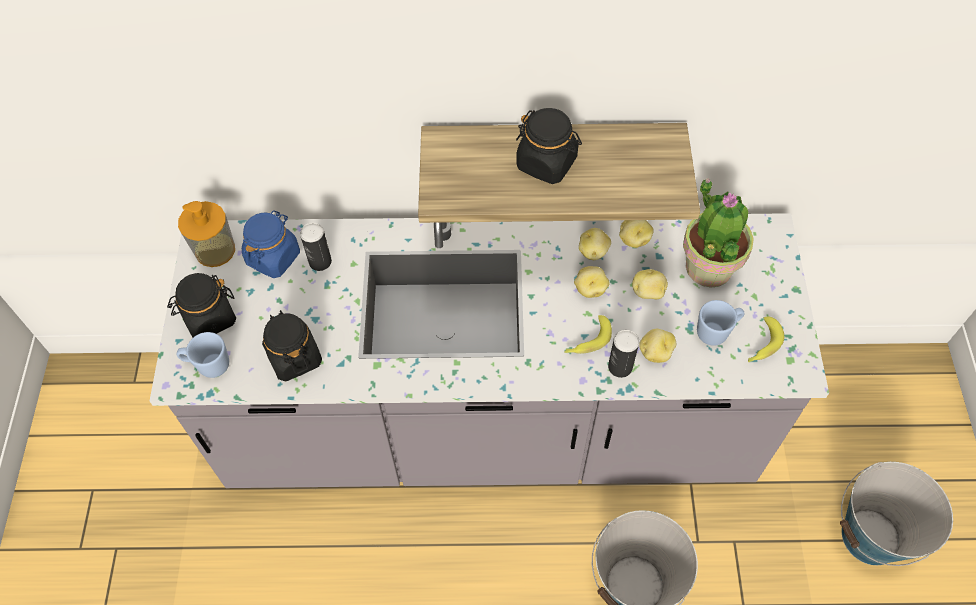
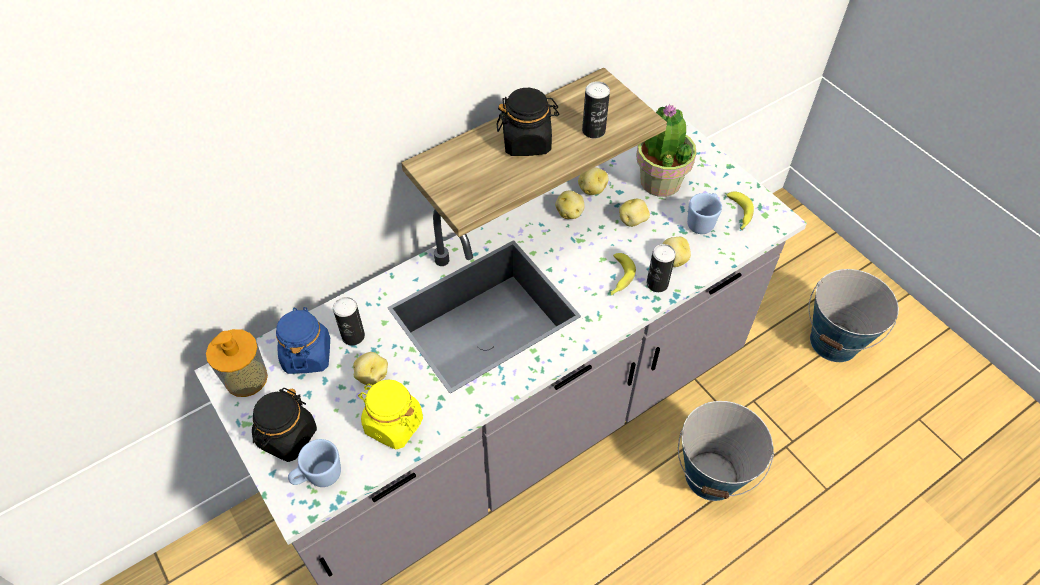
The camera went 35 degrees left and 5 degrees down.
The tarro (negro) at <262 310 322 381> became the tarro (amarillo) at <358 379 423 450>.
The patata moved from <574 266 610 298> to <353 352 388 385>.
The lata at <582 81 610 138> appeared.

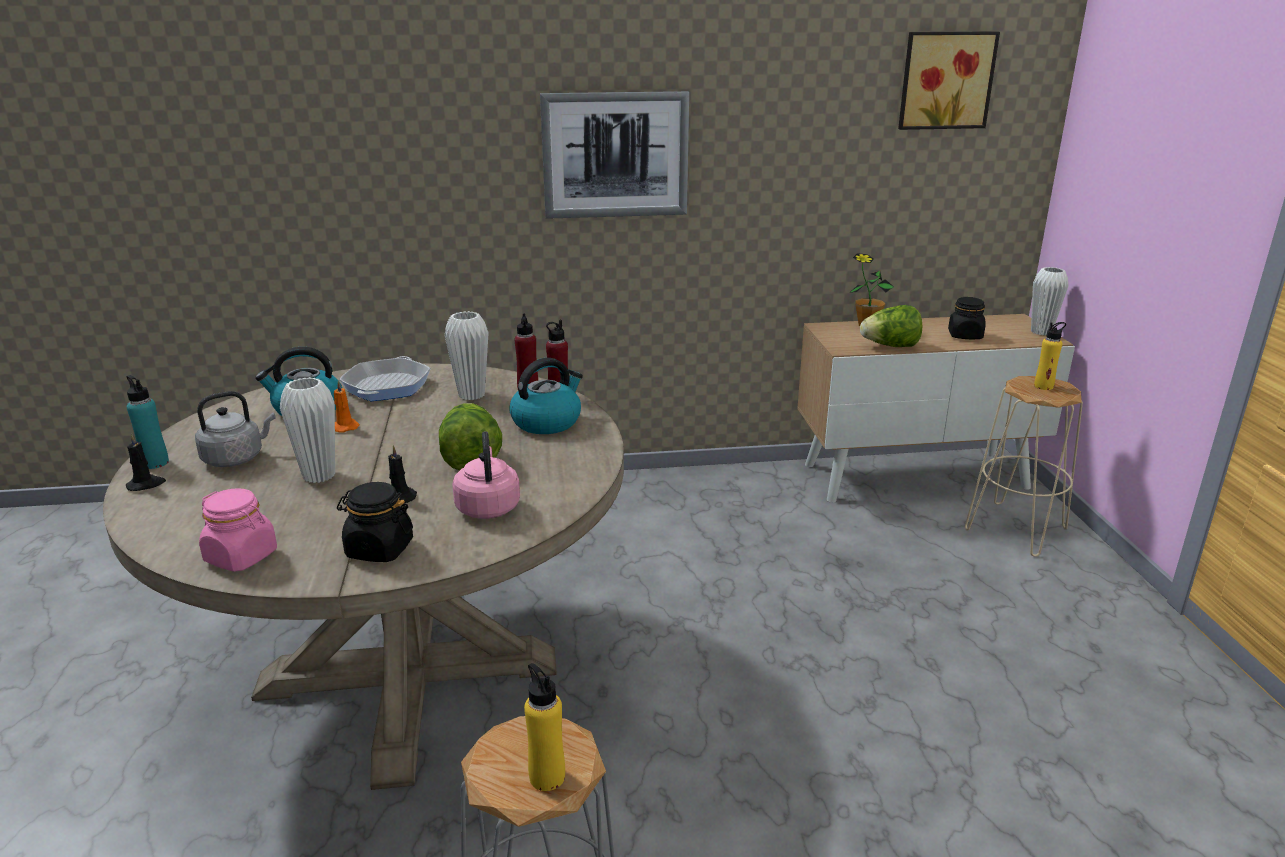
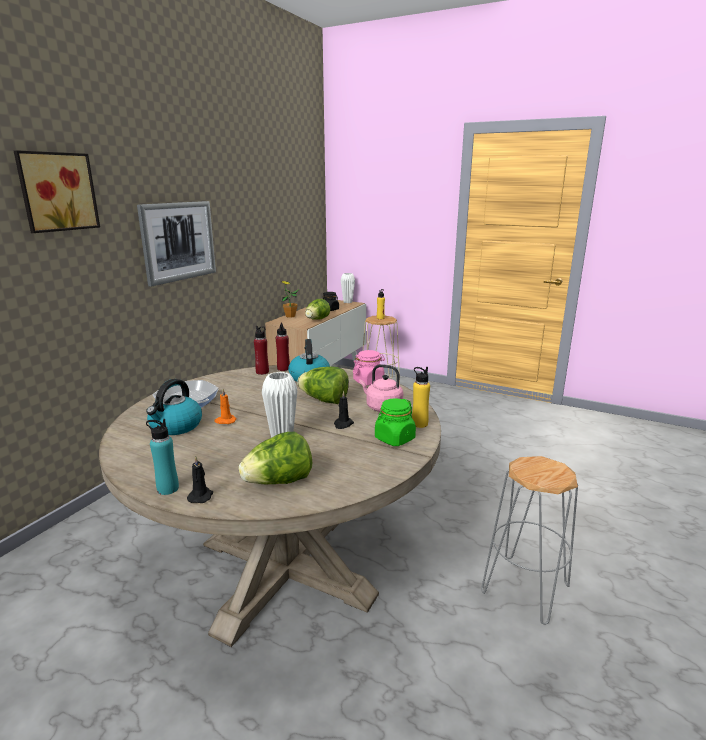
The camera went 55 degrees left and 5 degrees down.
The hervidor (gris) at <195 391 276 467> disappeared.
The tarro (rosa) moved from <199 488 277 572> to <353 350 385 386>.
The tarro (negro) at <337 482 413 562> became the tarro (verde) at <375 398 416 446>.
The florero (blanco) at <445 311 489 400> disappeared.
The botella (amarillo) moved from <524 663 565 791> to <412 367 430 428>.
The cuadro moved from <898 31 1000 130> to <14 150 100 233>.
The lechuga at <239 432 312 484> appeared.

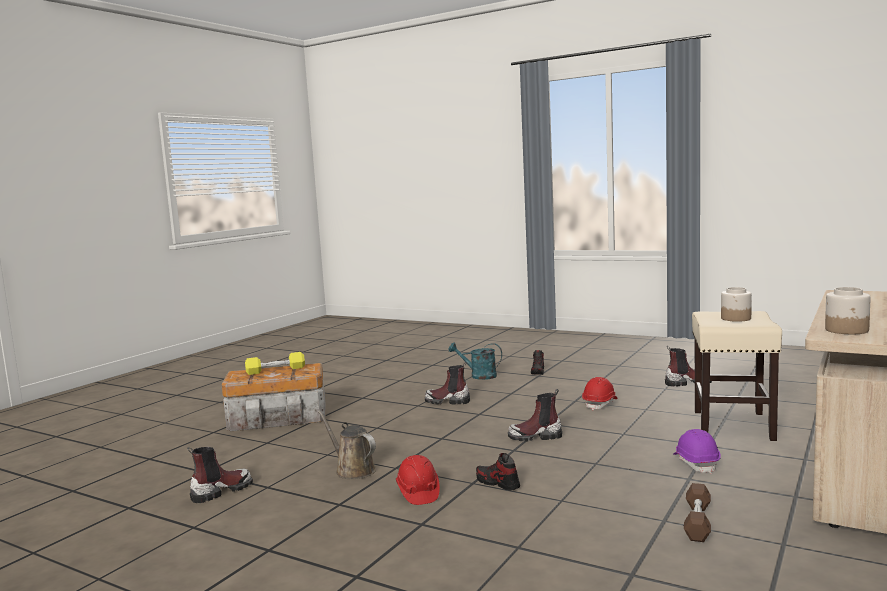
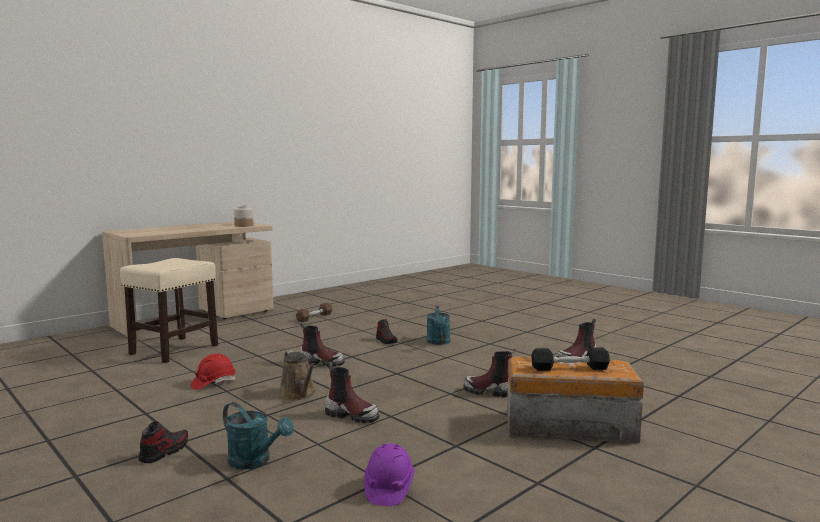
The camera went 165 degrees left and 0 degrees up.
The mancuerna (amarillo) at <245 352 305 375> became the mancuerna (negro) at <531 347 610 371>.
The regadera (marrón) moved from <318 410 376 479> to <279 350 315 400>.
The casco (rojo) at <396 455 440 505> was replaced by the regadera (turquesa) at <427 306 450 345>.
The bota moved from <665 346 712 387> to <463 349 516 397>.
The casco (morado) moved from <674 429 721 474> to <364 443 414 506>.
The tarro at <721 287 752 322> disappeared.

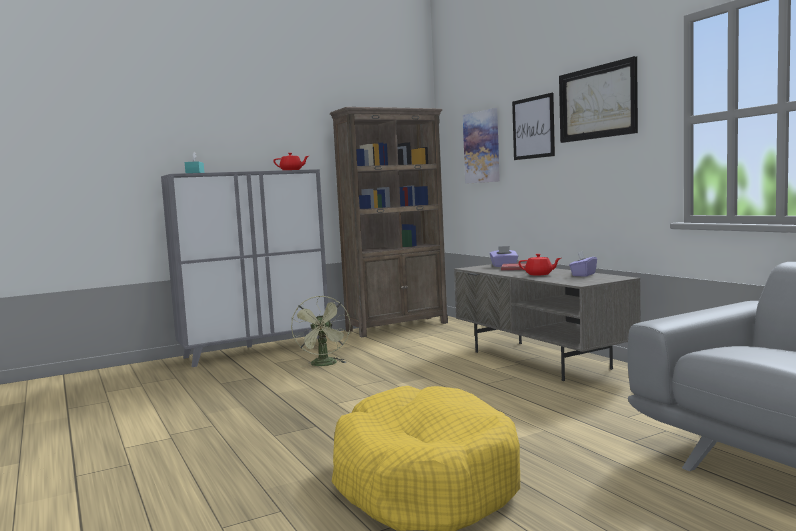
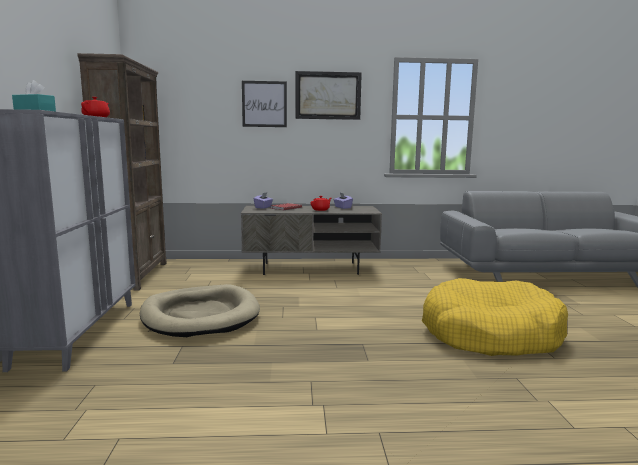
The camera went 65 degrees left and 5 degrees up.
The ventilador (verde) at <291 296 350 367> was replaced by the cama para perro (beis) at <140 284 260 337>.
The cuadro at <463 108 500 184> disappeared.

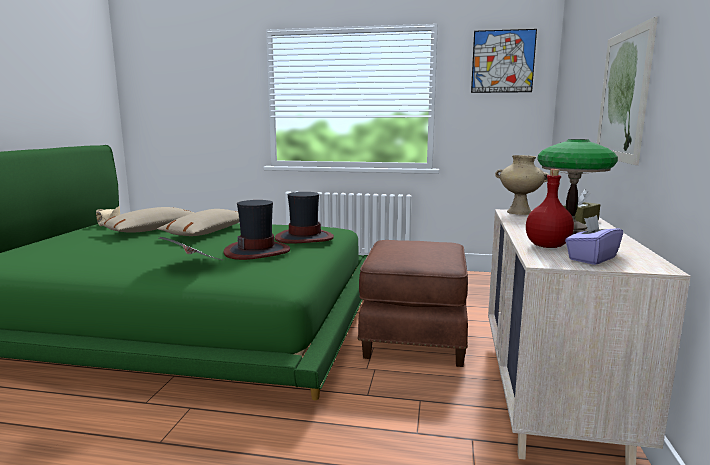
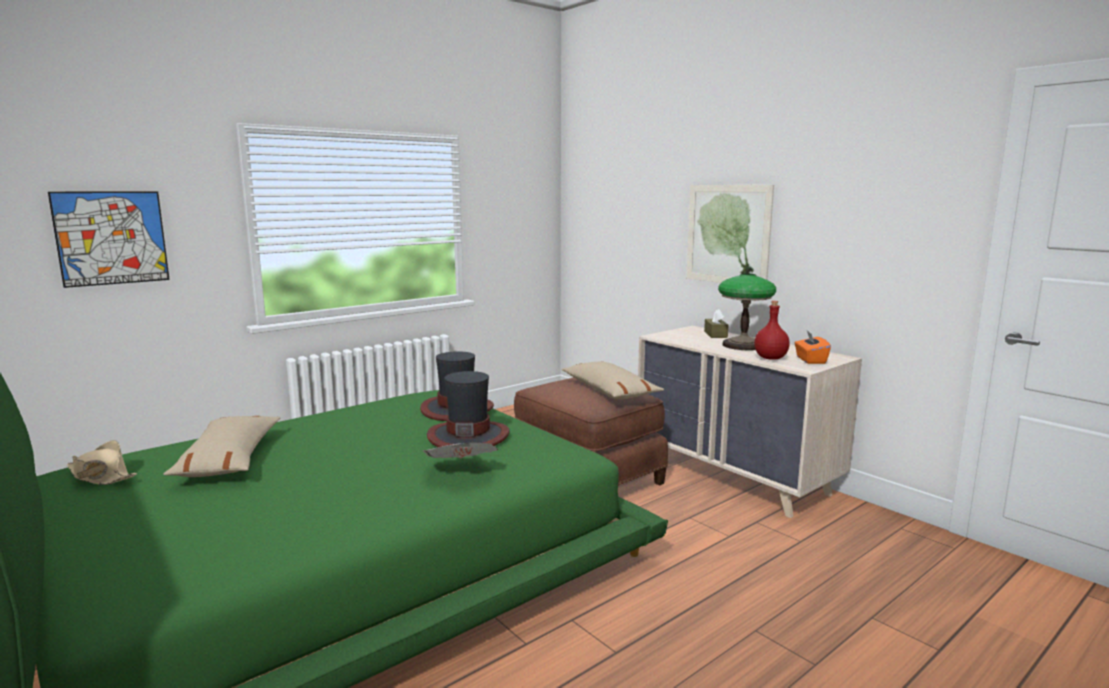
The camera went 50 degrees left and 0 degrees up.
The cojín (beis) moved from <157 209 240 236> to <562 361 664 400>.
The cuadro moved from <471 29 537 93> to <48 191 170 288>.
The florero (beis) at <495 155 550 215> disappeared.
The caja de pañuelos (morado) at <565 215 623 265> became the caja de pañuelos (naranja) at <794 331 831 364>.

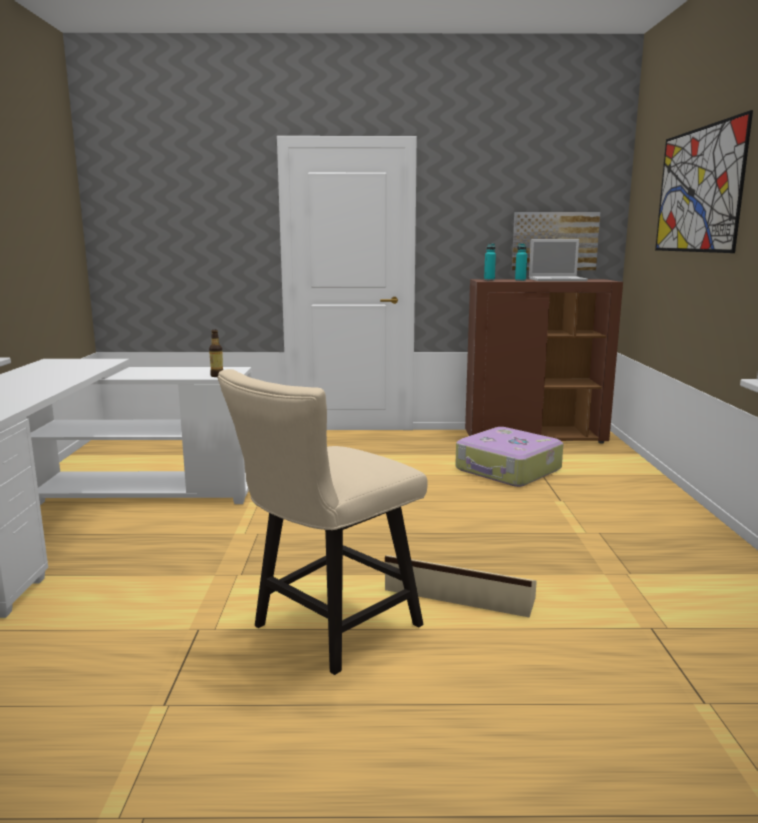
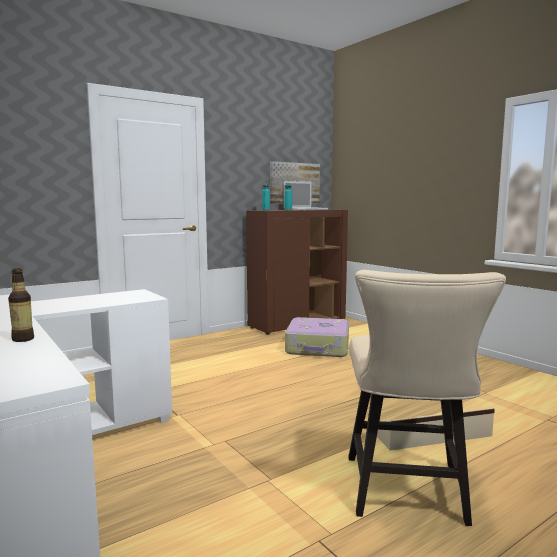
The camera went 35 degrees left and 5 degrees down.
The botella moved from <209 330 223 377> to <8 269 34 342>.
The cuadro at <655 110 753 253> disappeared.

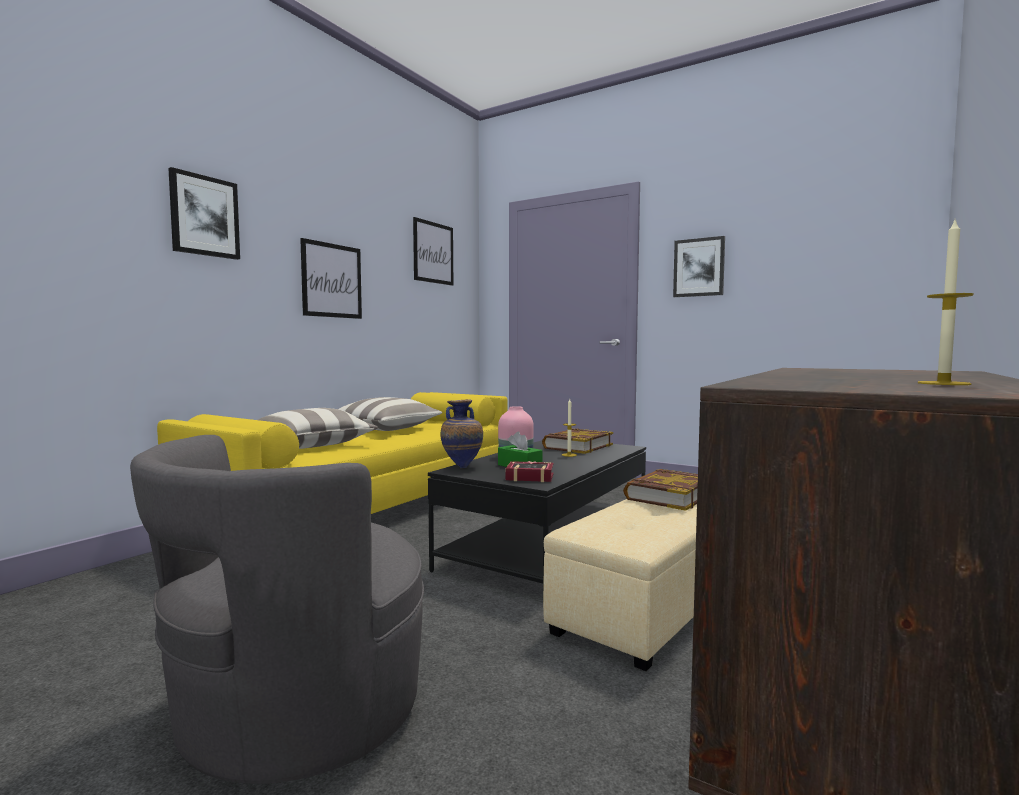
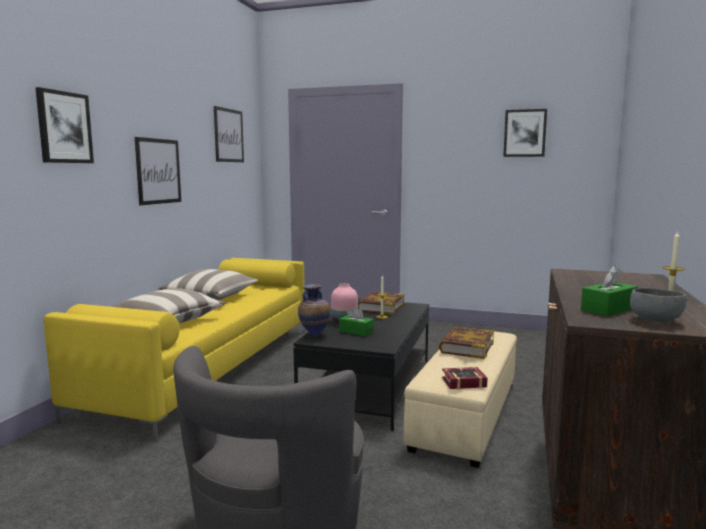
The camera went 15 degrees left and 5 degrees up.
The libro moved from <506 461 554 482> to <442 367 488 389>.
The cuadro moved from <673 236 725 297> to <503 109 547 157>.
The caja de pañuelos (verde) at <581 265 638 316> appeared.
The cuenco (gris) at <630 288 687 322> appeared.

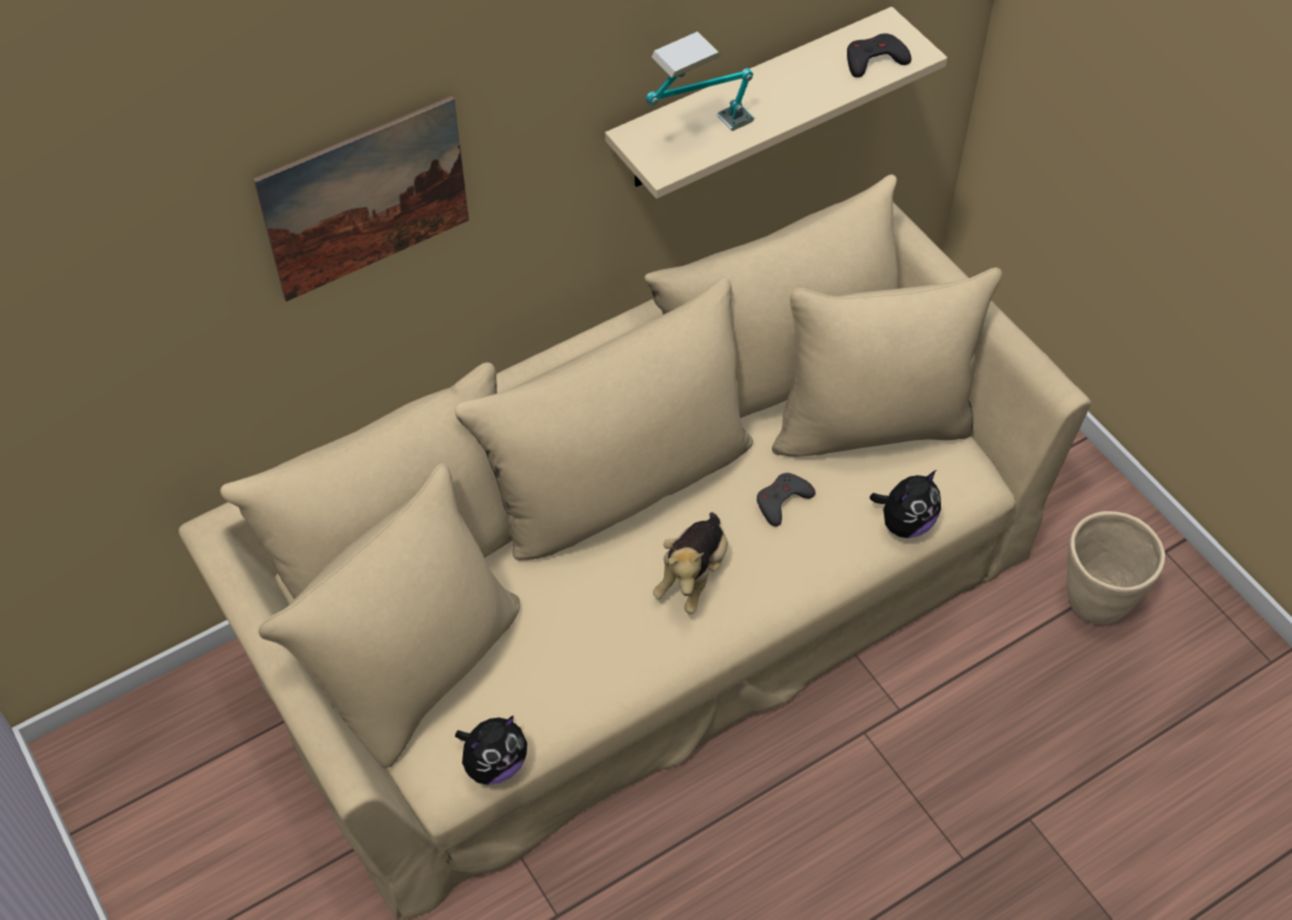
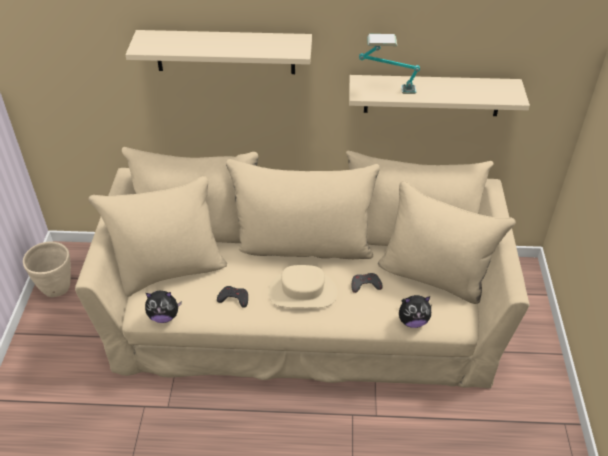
The camera went 35 degrees right and 10 degrees down.
The cuadro at <253 96 469 302> was replaced by the estante (beis) at <125 30 312 74>.
The peluche at <653 512 728 614> was replaced by the sombrero (beis) at <268 265 337 308>.
The mando de consola (negro) moved from <847 33 911 77> to <217 286 248 308>.
The maceta (beis) moved from <1067 511 1165 625> to <23 242 71 297>.

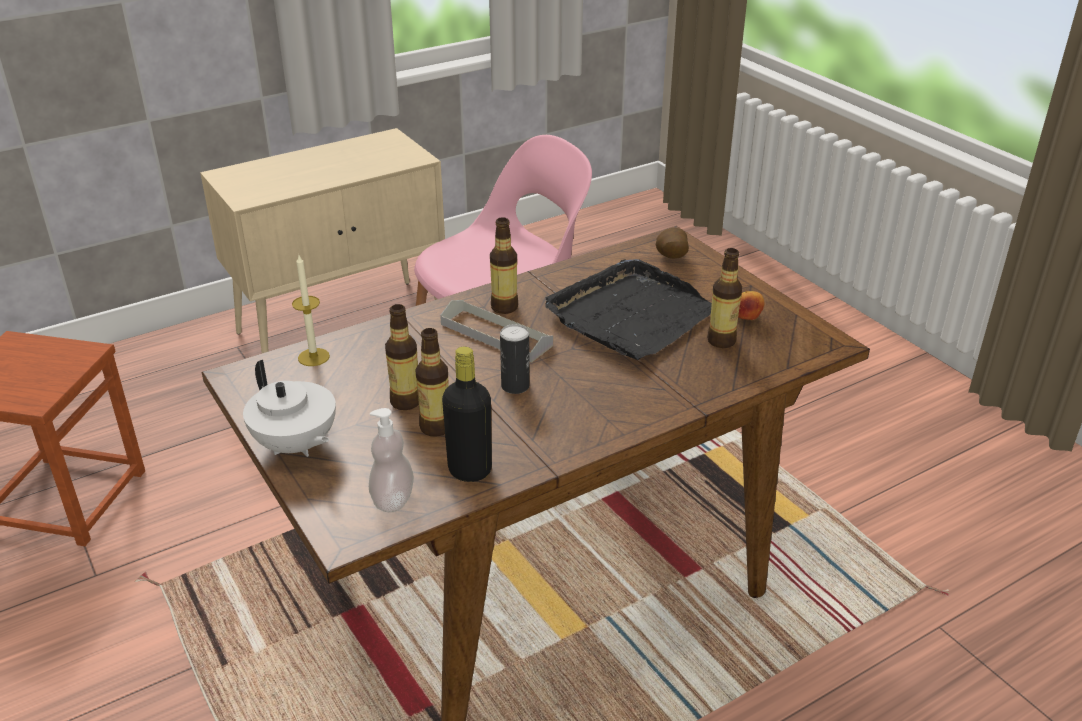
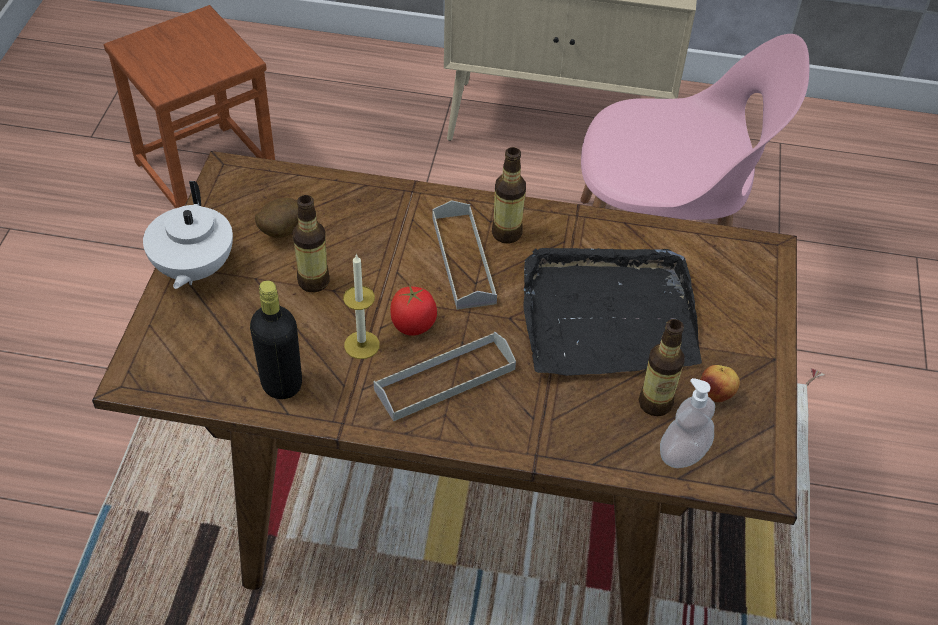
The camera went 40 degrees right and 15 degrees up.
The vela moved from <292 255 330 366> to <343 253 380 359>.
The dispensador de jabón moved from <369 408 414 512> to <660 378 715 468>.
The botella at <415 328 449 436> disappeared.
The lata at <500 324 530 394> was replaced by the tomate at <390 284 437 336>.
The patata moved from <656 228 689 259> to <255 198 298 238>.
The bandeja (gris) at <374 332 516 421> appeared.

